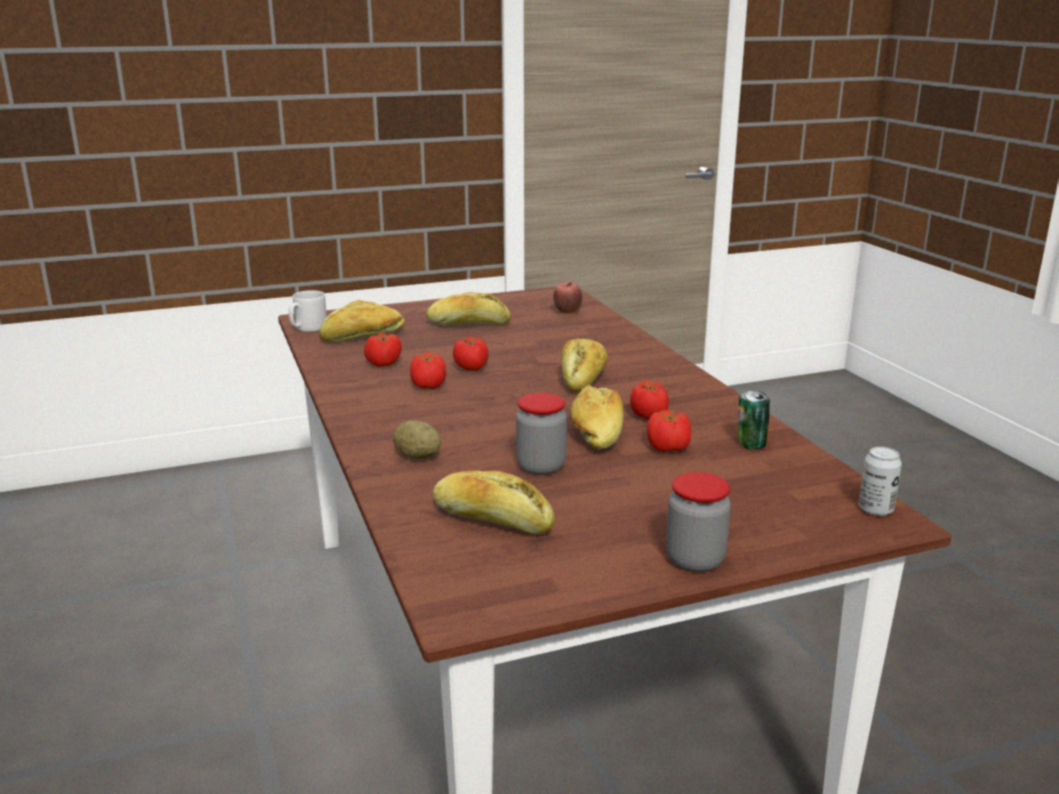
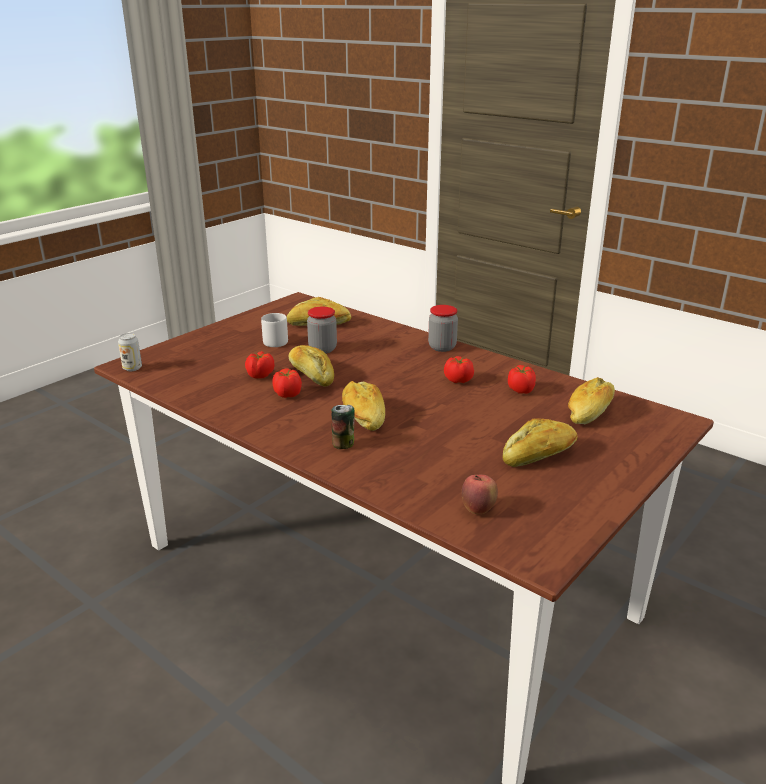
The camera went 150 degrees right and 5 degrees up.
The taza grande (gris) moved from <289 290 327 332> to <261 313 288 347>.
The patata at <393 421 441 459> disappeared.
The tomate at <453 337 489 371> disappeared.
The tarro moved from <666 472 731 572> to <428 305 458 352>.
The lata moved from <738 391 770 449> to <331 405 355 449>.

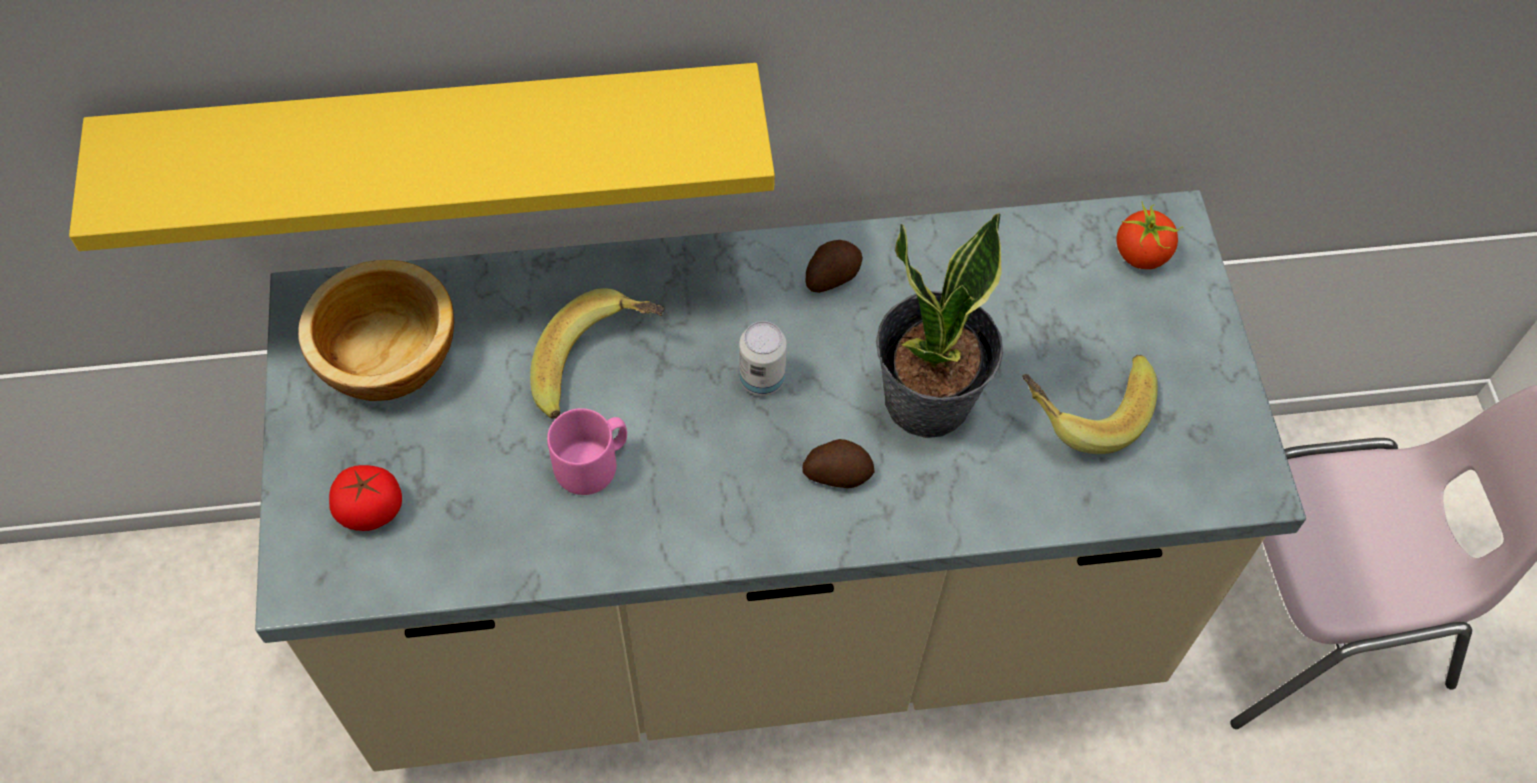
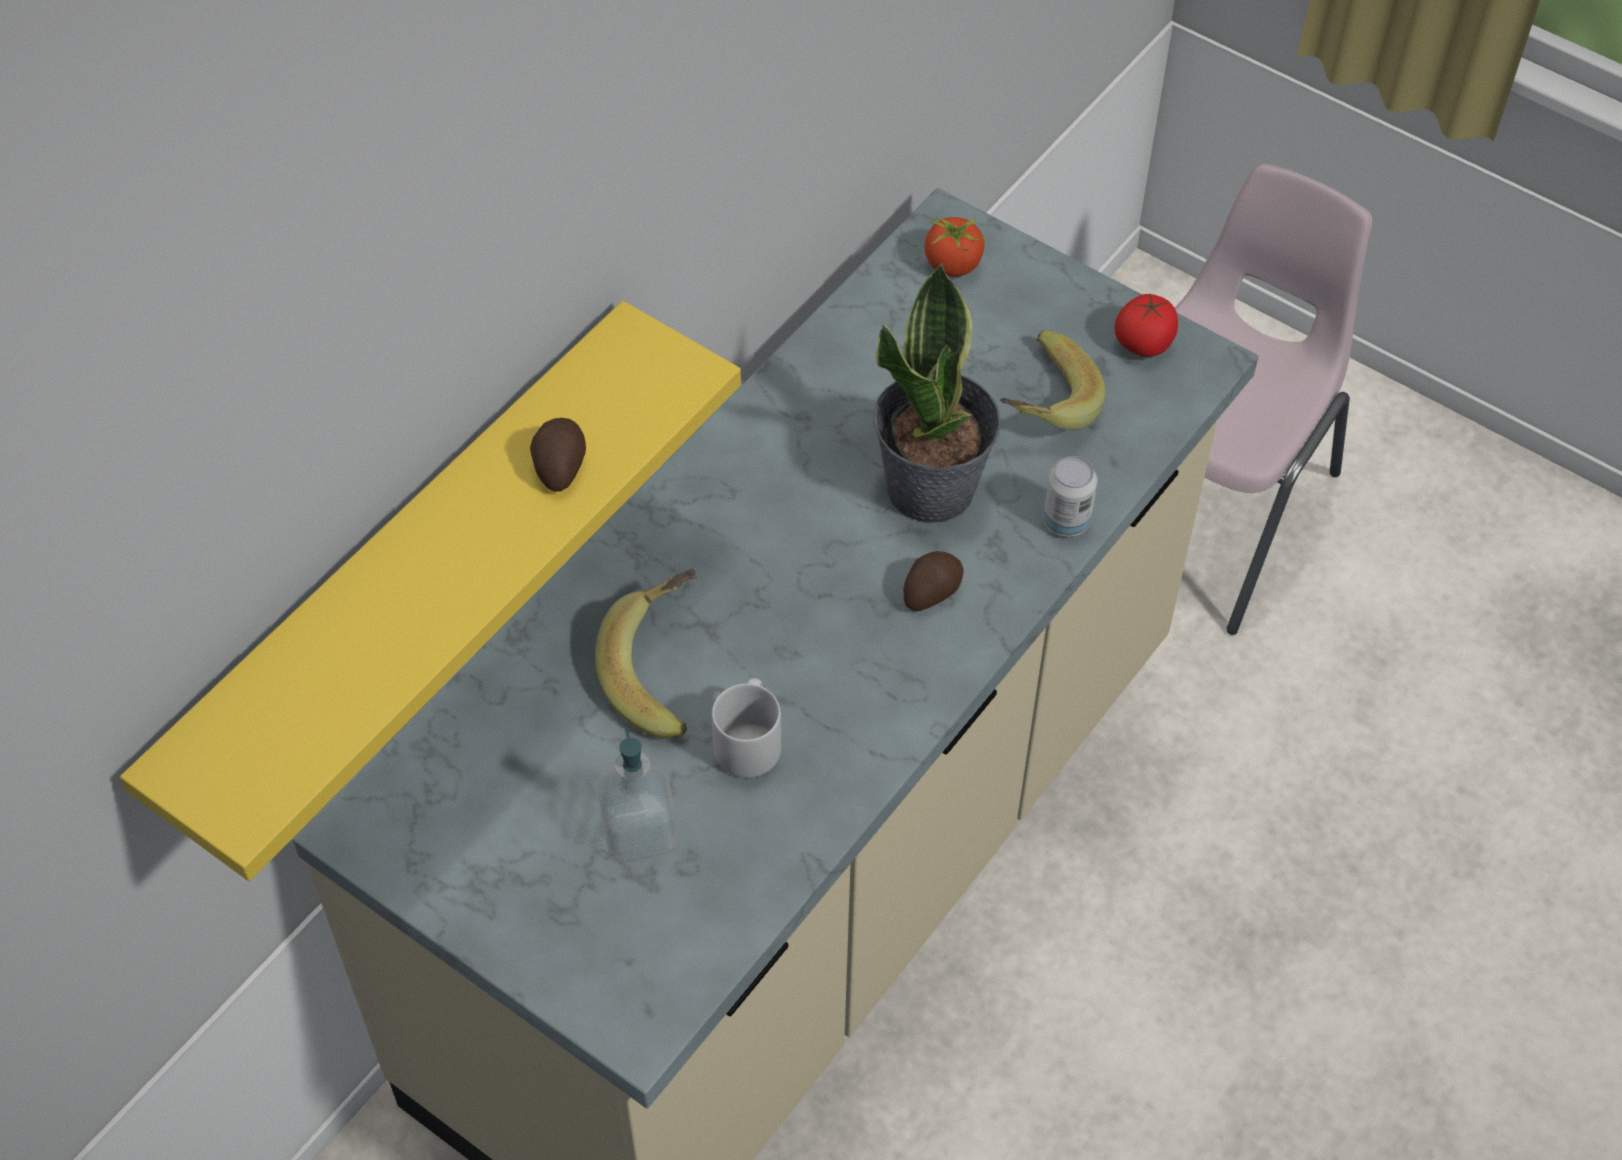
The camera went 45 degrees left and 5 degrees down.
The cuenco at <298 260 454 401> disappeared.
The tomate moved from <329 465 402 531> to <1115 294 1178 357>.
The taza grande (rosa) at <547 408 627 495> became the taza grande (gris) at <712 678 781 778>.
The lata moved from <739 321 787 396> to <1043 456 1097 537>.
The patata moved from <805 240 863 293> to <530 418 586 492>.
The dispensador de jabón at <598 727 678 862> appeared.

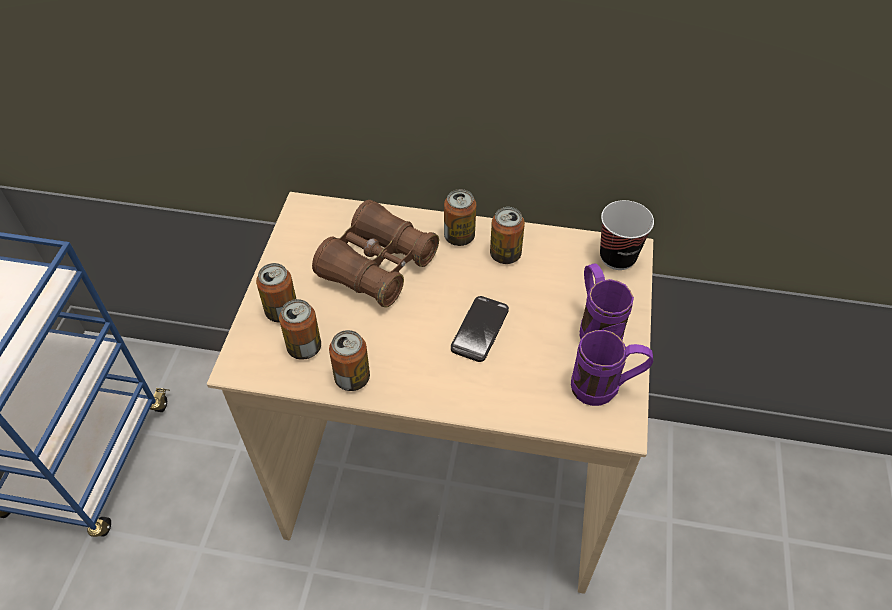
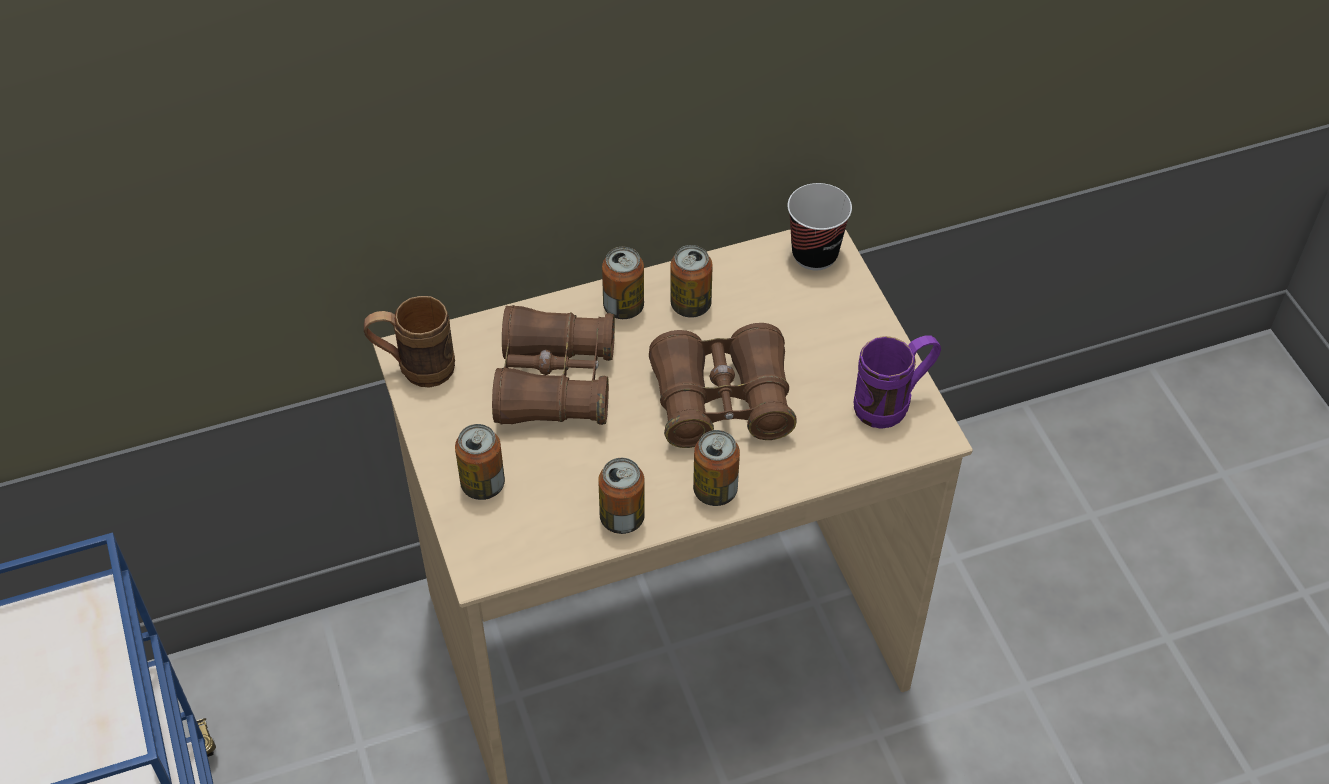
The camera went 30 degrees left and 0 degrees up.
The lata moved from <279 299 321 360> to <693 430 740 506>.
The móvil at <451 296 509 362> was replaced by the prismáticos (marrón) at <649 323 797 448>.
The taza grande (morado) at <579 263 634 340> disappeared.
The taza grande (marrón) at <364 296 455 388> appeared.

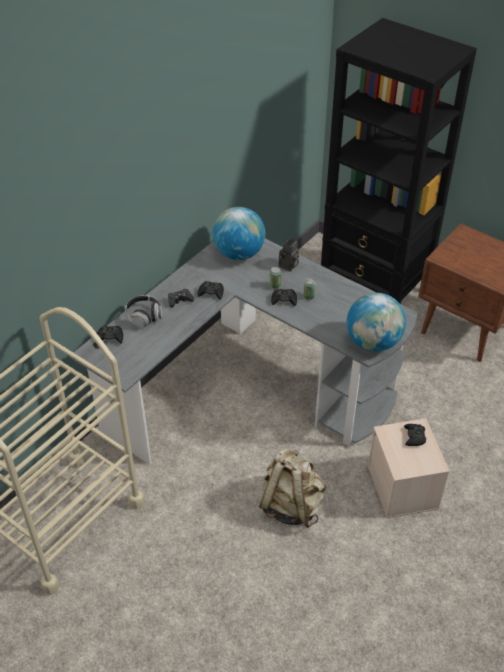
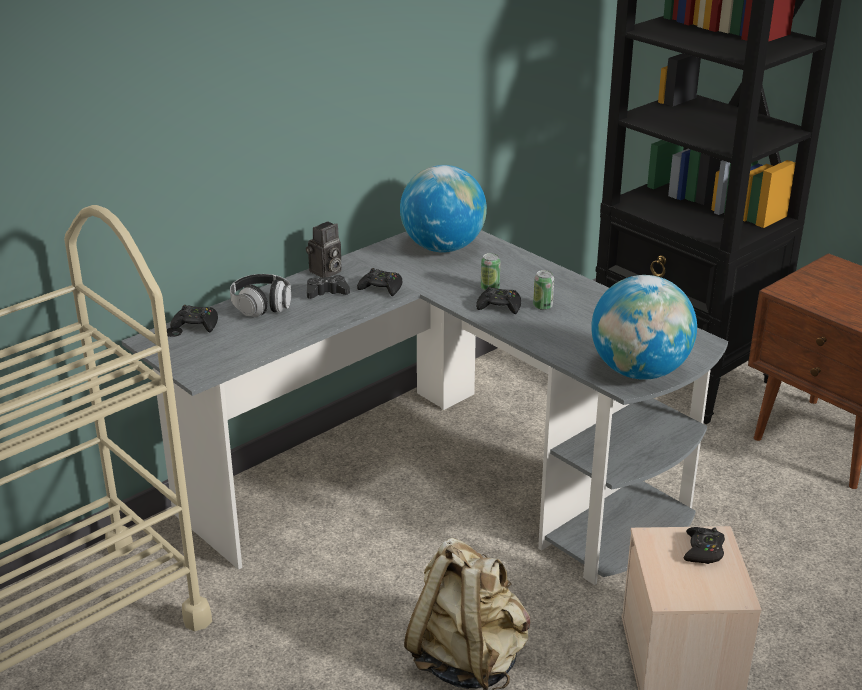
The camera went 10 degrees right and 15 degrees down.
The cámara moved from <279 239 299 272> to <306 221 341 278>.

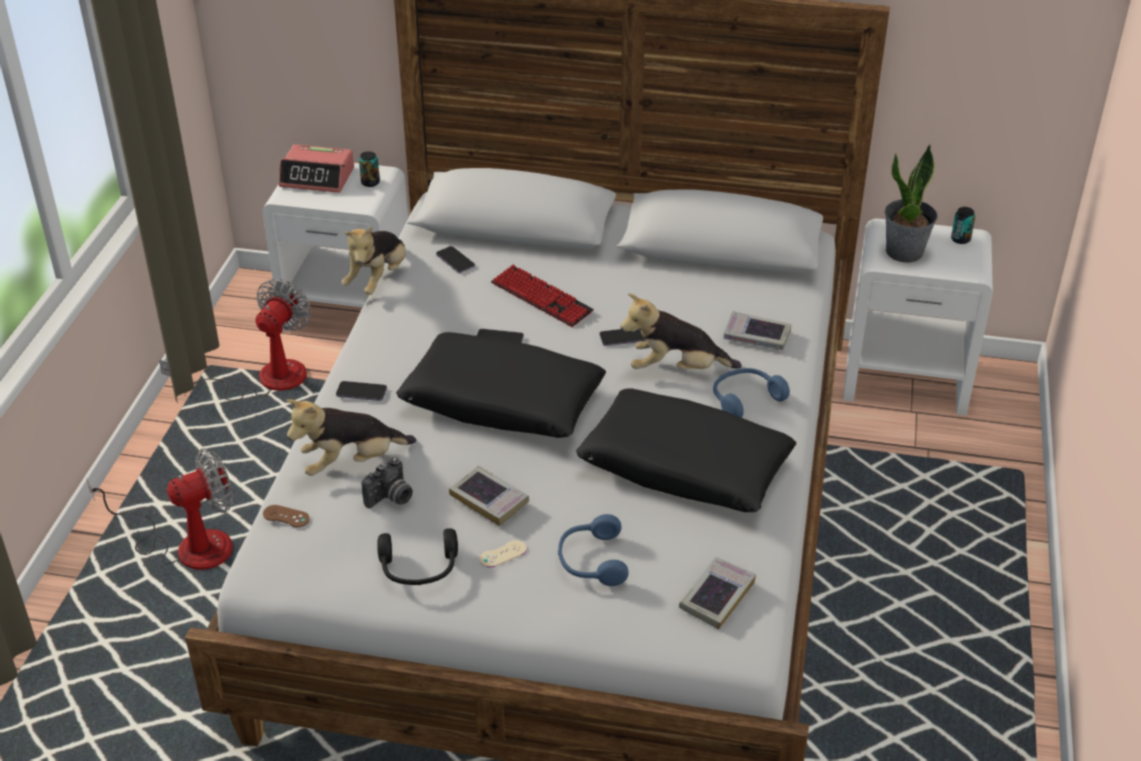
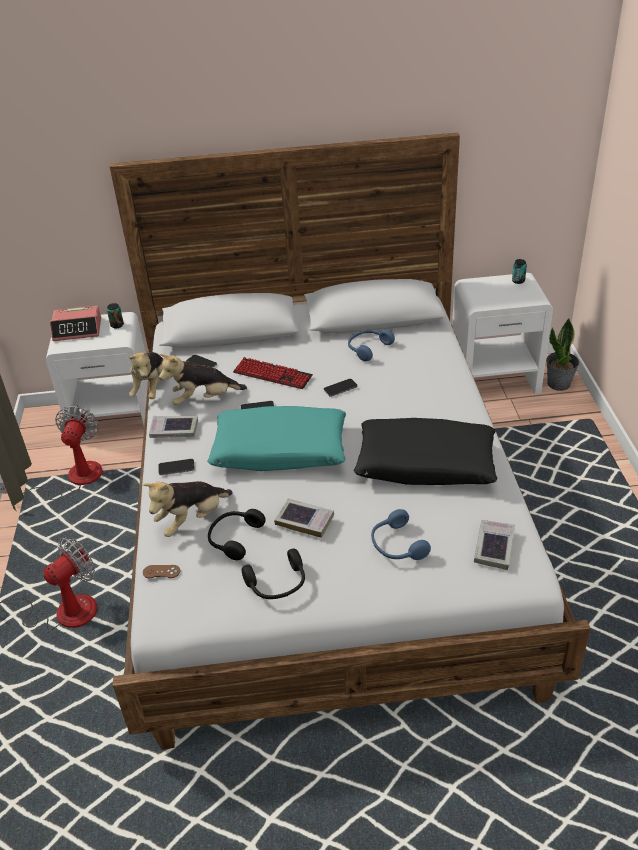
The camera went 15 degrees left and 0 degrees up.
The cámara at <362 457 413 509> was replaced by the auriculares (negro) at <208 509 266 560>.
The cojín (negro) at <396 332 606 438> became the cojín (turquesa) at <207 406 346 471>.
The mando de consola (beis) at <479 540 527 568> disappeared.
The peluche moved from <620 293 742 370> to <159 354 247 405>.
The auriculares (azul) moved from <713 368 790 418> to <348 329 395 362>.
The libro moved from <723 311 792 350> to <149 416 198 438>.
The planta en maceta moved from <885 145 938 263> to <546 318 579 391>.

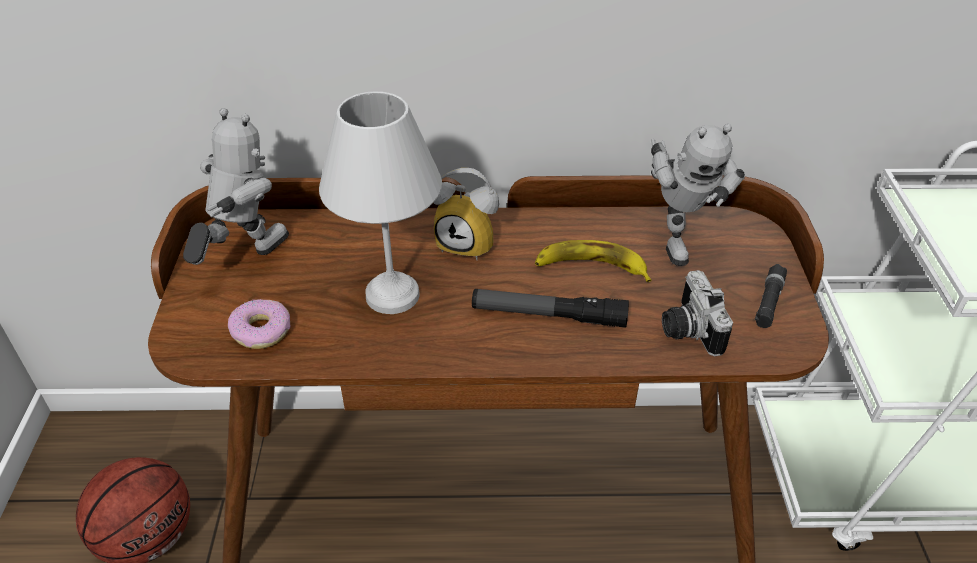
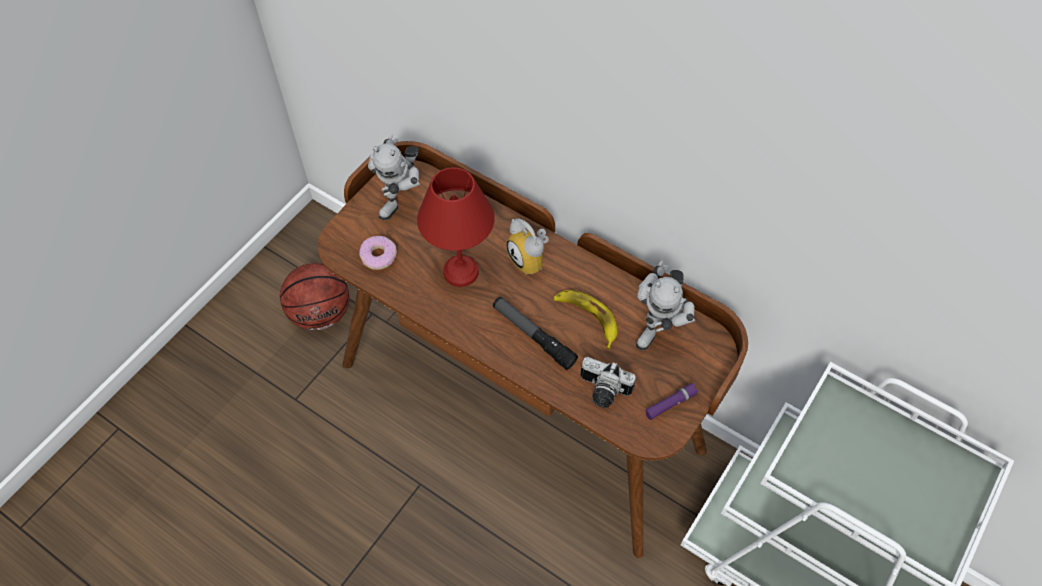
The camera went 35 degrees right and 15 degrees up.
The robot de juguete at <183 108 289 265> turned 135 degrees clockwise.
The lámpara de mesa (blanco) at <319 91 442 314> became the lámpara de mesa (rojo) at <417 167 495 287>.
The cámara at <662 270 733 356> turned 90 degrees counterclockwise.
The linterna (negro) at <755 264 787 328> became the linterna (morado) at <645 384 698 420>.

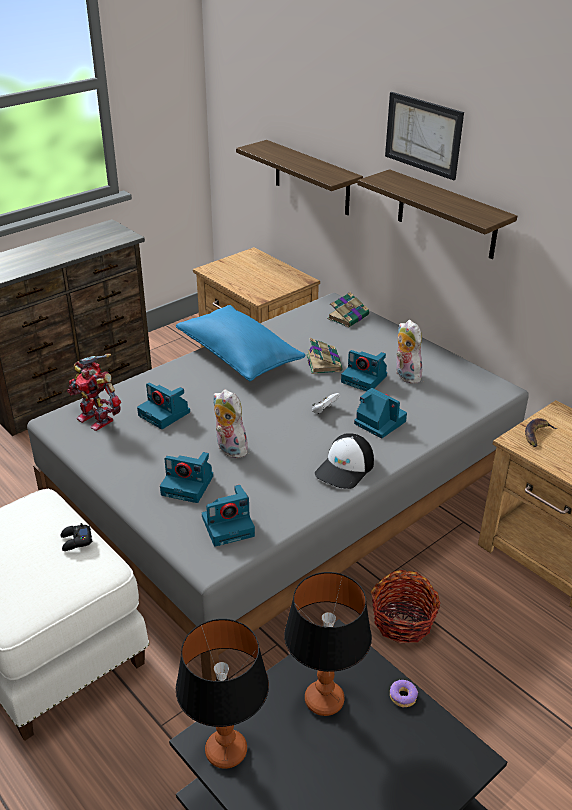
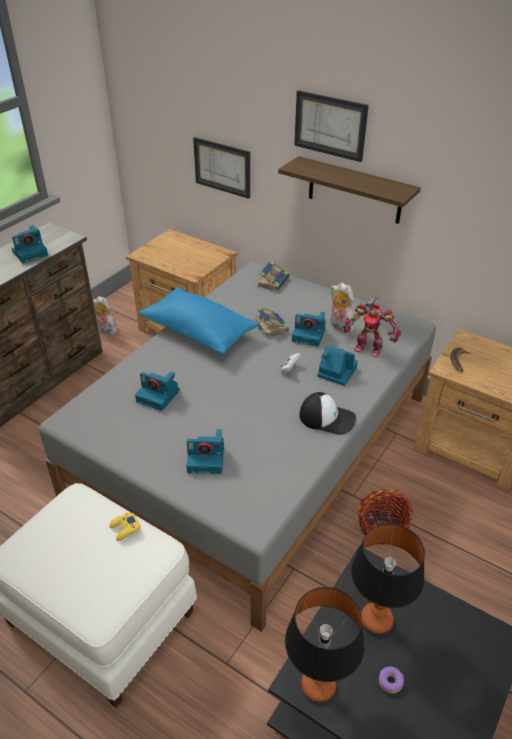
The camera went 15 degrees left and 5 degrees up.
The mando de consola (negro) at <61 523 92 551> became the mando de consola (amarillo) at <109 512 141 541>.
The robot de juguete moved from <67 354 121 431> to <344 295 401 357>.
The cámara moved from <202 485 255 547> to <12 225 48 263>.
The peluche moved from <213 389 248 458> to <93 296 117 335>.
The estante at <236 140 363 215> was replaced by the cuadro at <193 137 250 199>.
The gorra at <315 433 374 489> turned 90 degrees counterclockwise.
The rosquilla moved from <390 680 418 707> to <379 666 404 694>.

